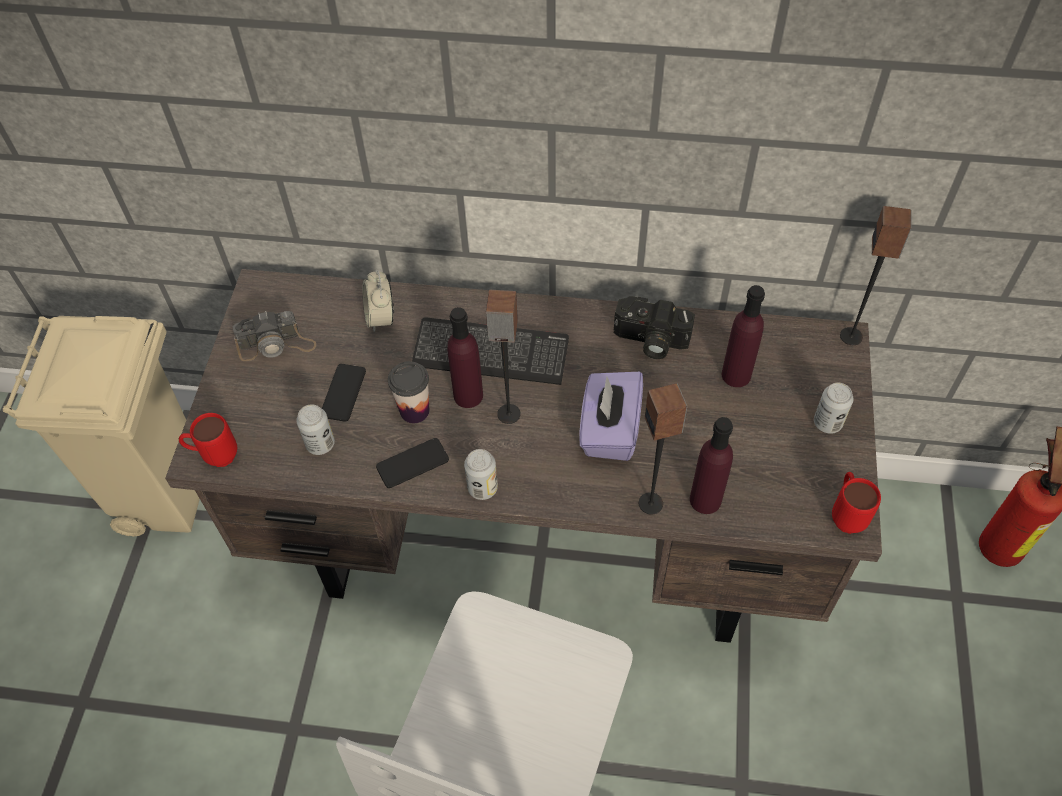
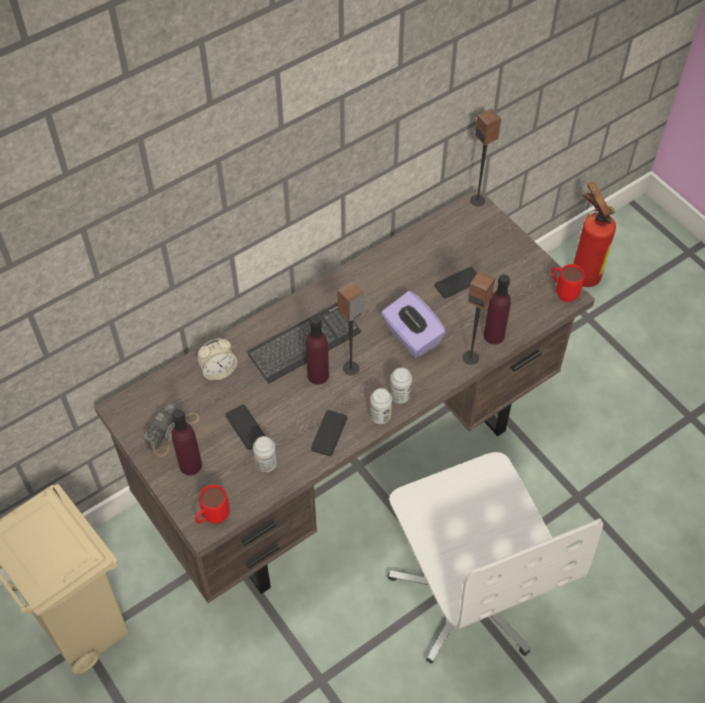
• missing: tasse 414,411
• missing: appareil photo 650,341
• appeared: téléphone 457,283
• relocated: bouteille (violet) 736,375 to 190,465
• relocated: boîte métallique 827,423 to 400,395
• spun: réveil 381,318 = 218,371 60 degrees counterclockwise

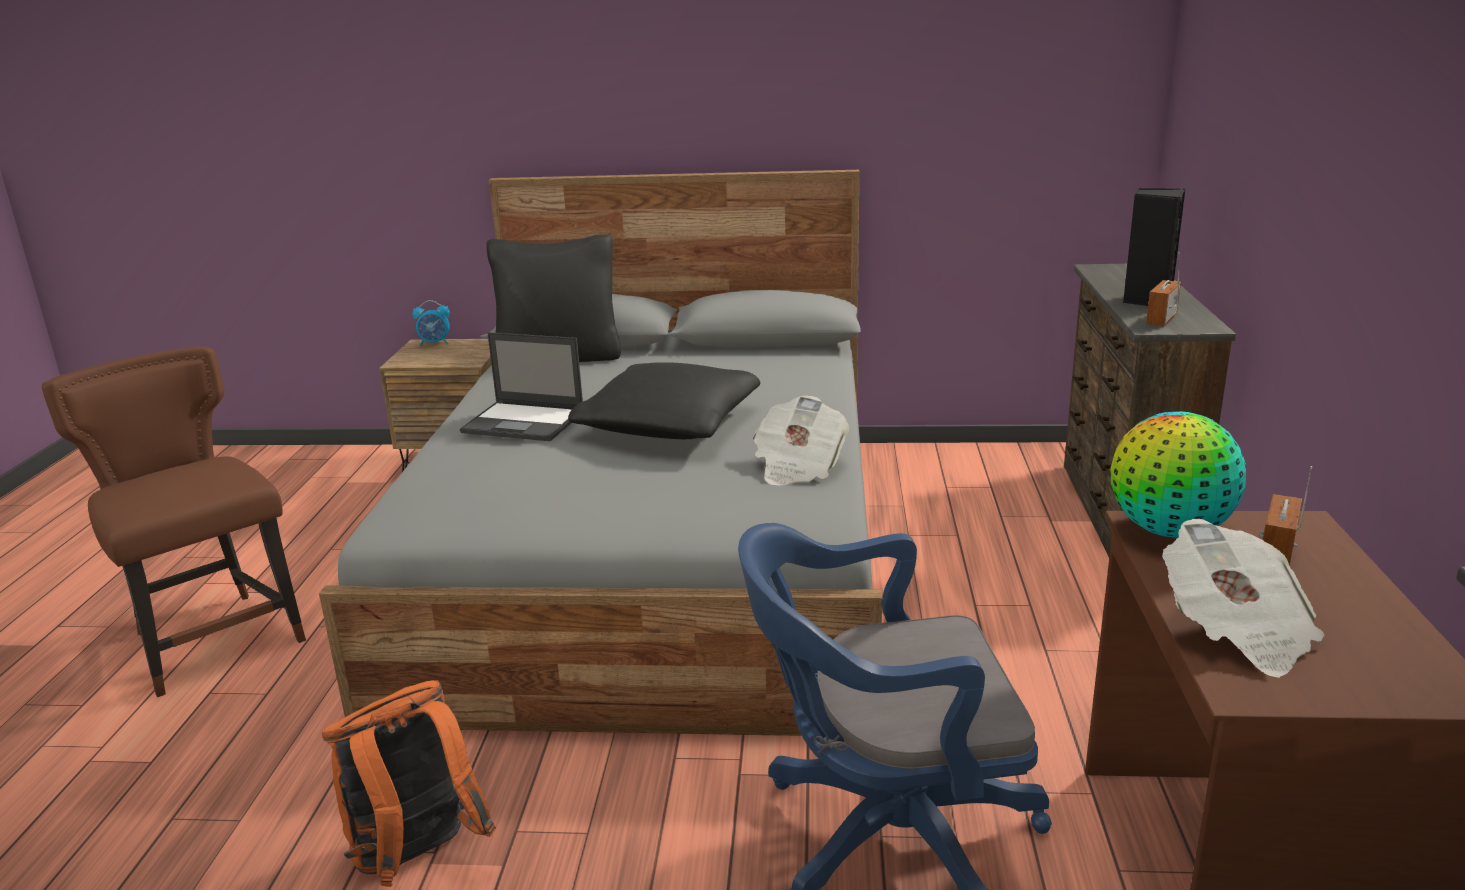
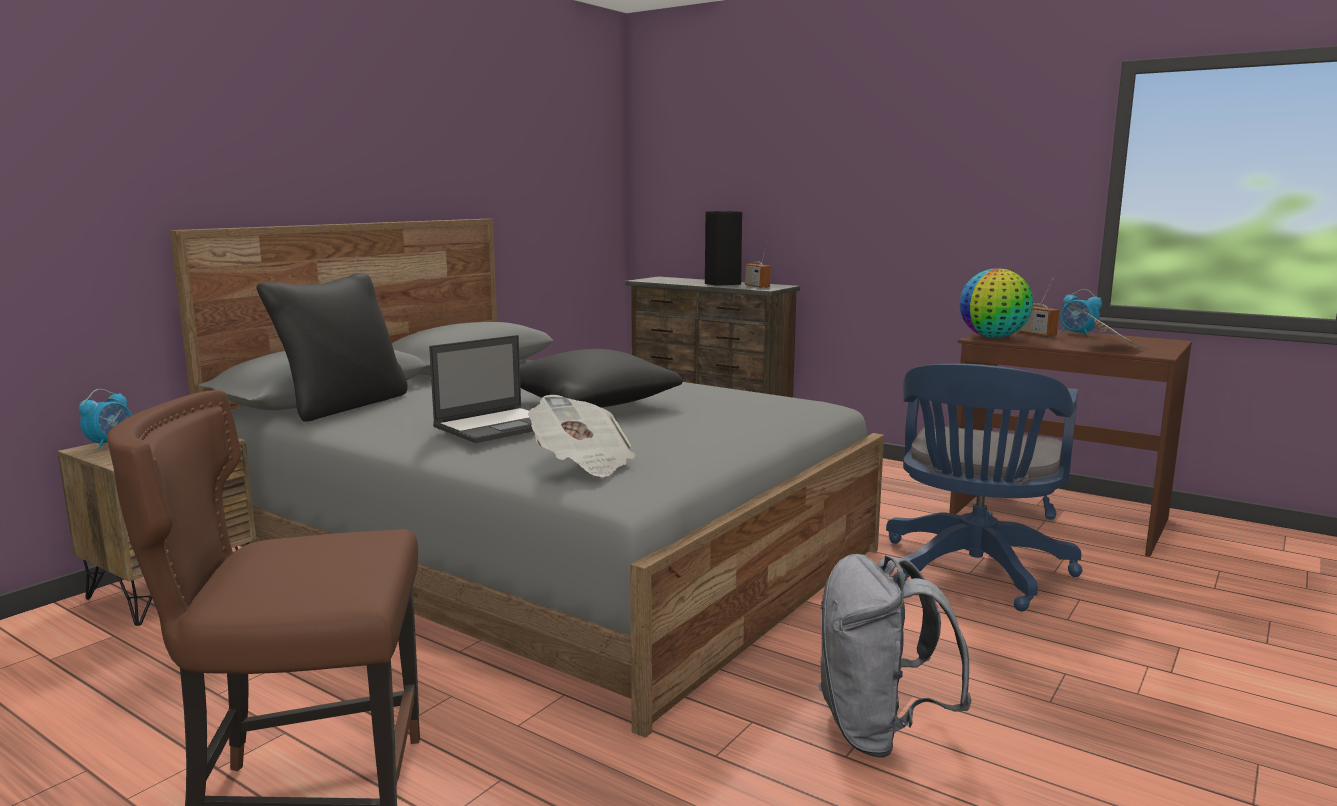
• appeared: réveil 1077,334
• relocated: journal 798,466 to 582,462
• colour: sac à dos (orange) 417,859 to sac à dos (gris) 879,731

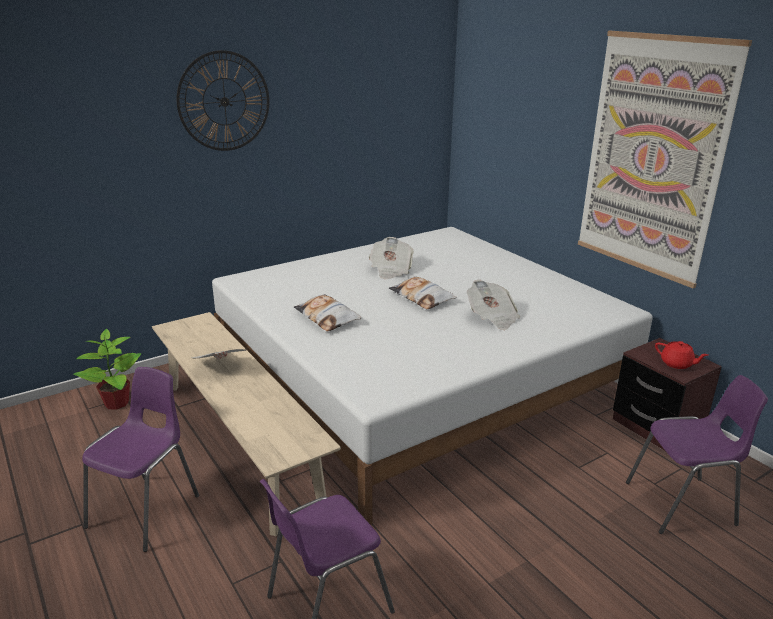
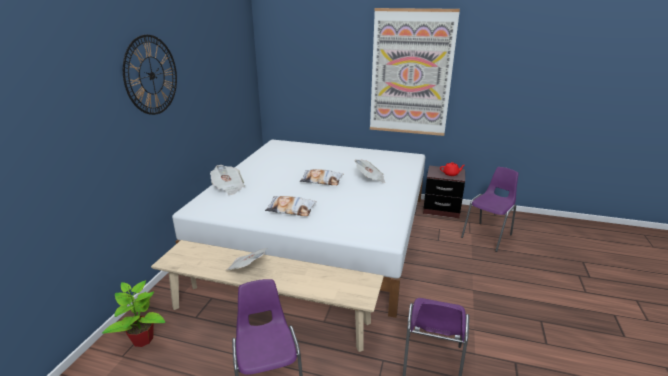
• relocated: journal 390,270 to 228,188

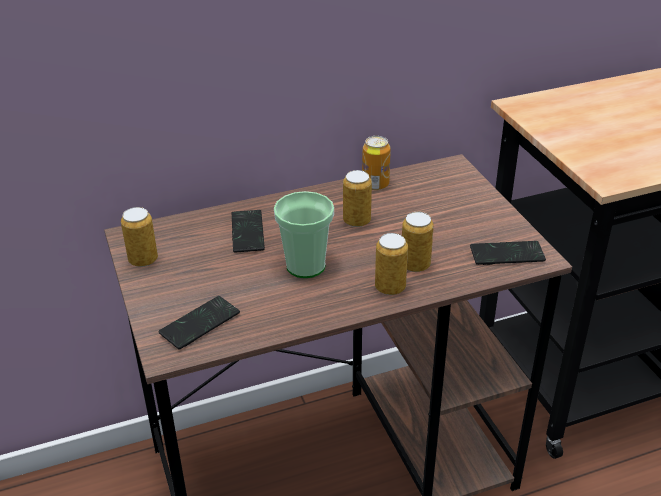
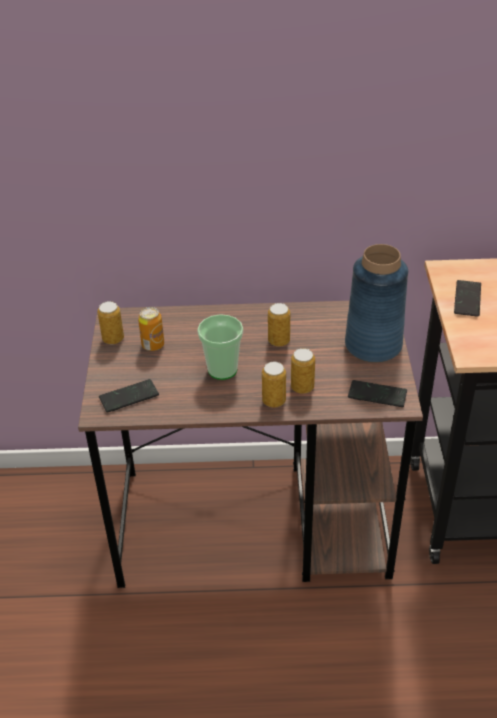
• appeared: vase (bleu) 373,345
• relocated: téléphone 247,232 to 467,299
• relocated: boîte métallique 375,184 to 153,345

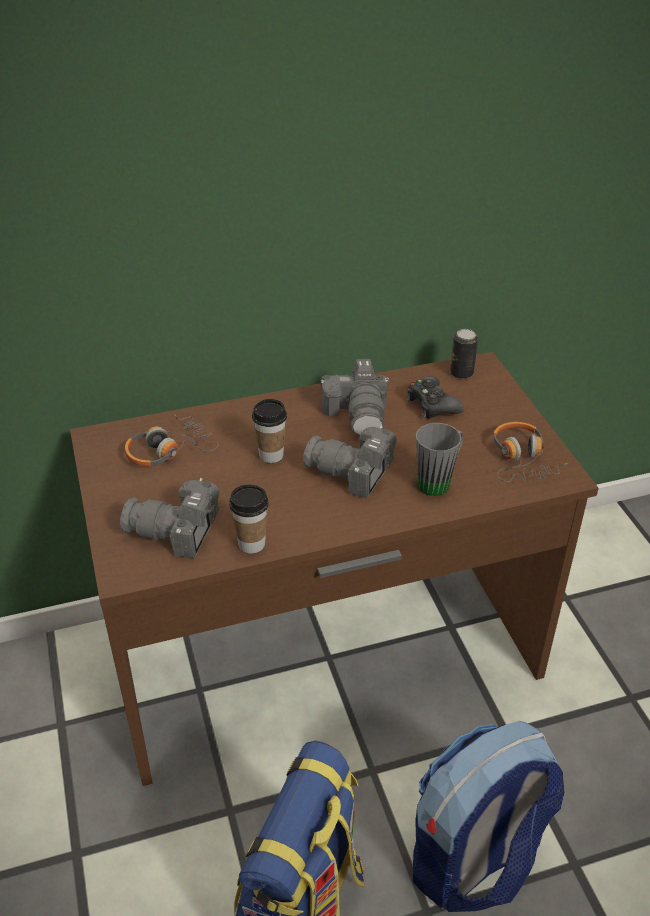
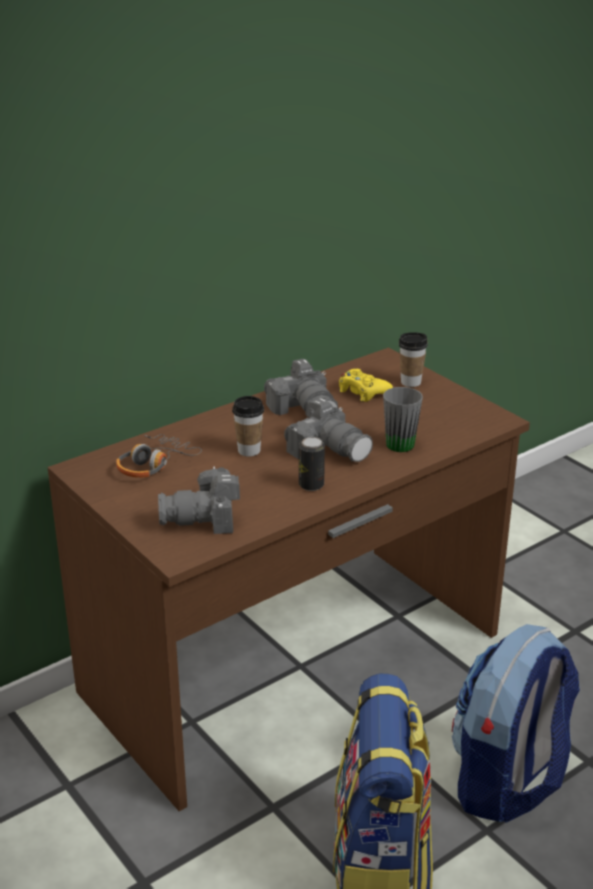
• missing: casque audio 521,460
• relocated: tasse 251,544 to 411,382
• relocated: boîte métallique 461,373 to 311,485
• colour: manette (noir) 432,404 to manette (jaune) 362,391
• spun: appareil photo 353,473 = 329,449 135 degrees counterclockwise

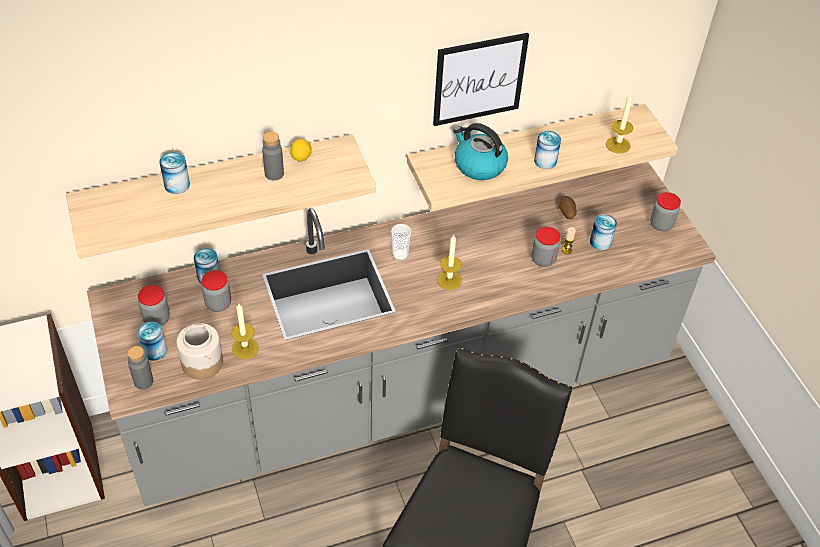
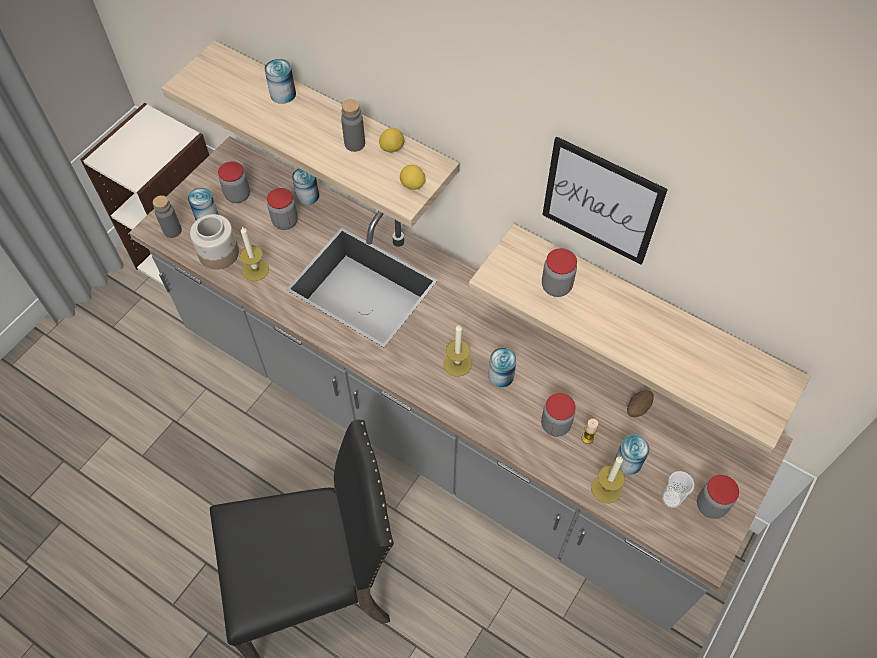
• appeared: citron 412,185
• relocated: tasse 400,255 to 671,499
• relocated: boîte métallique 545,161 to 501,375
• relocated: bougie 618,145 to 606,488
• exchanged: bouilloire 478,165 to bocal 556,286

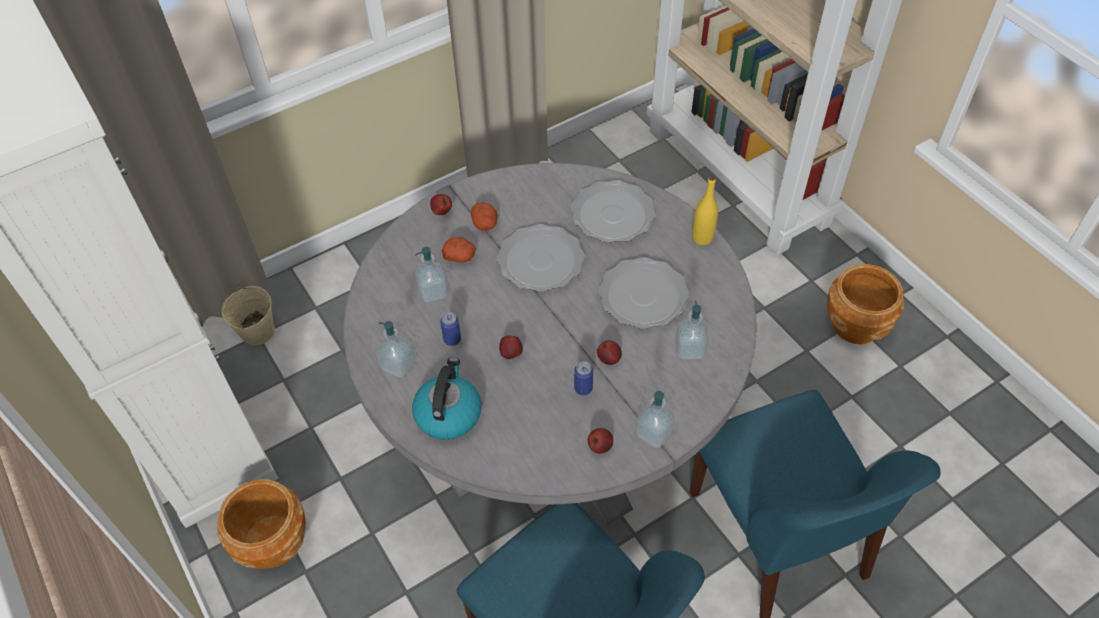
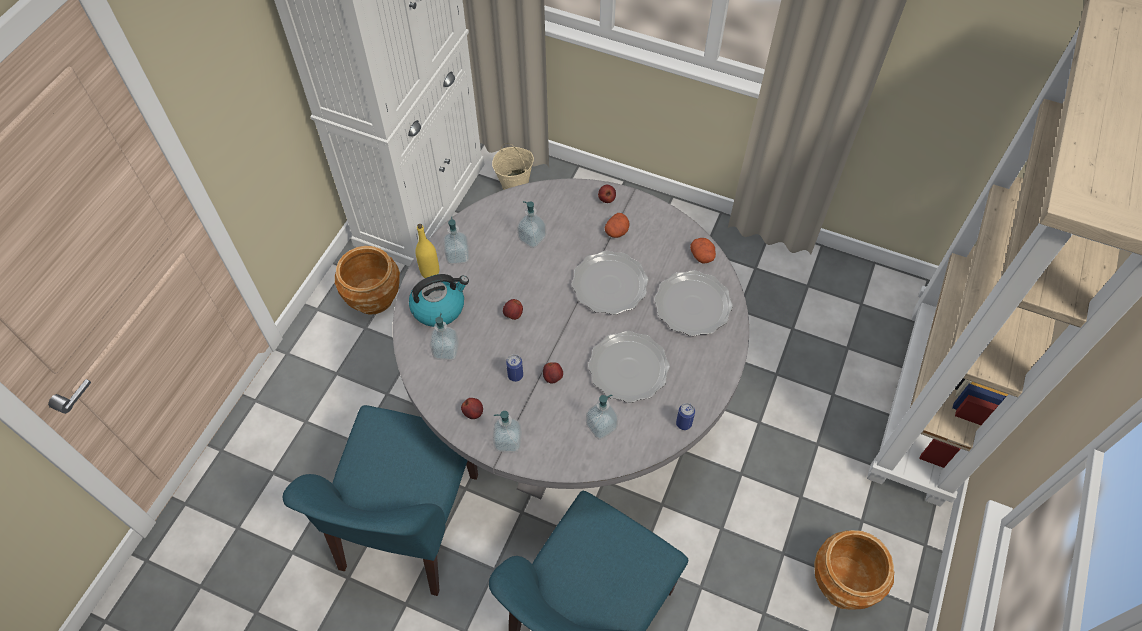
• appeared: distributeur de savon 446,350
• relocated: boîte métallique 452,339 to 683,423
• relocated: pomme de terre 460,256 to 702,256
• relocated: bouteille (jaune) 702,238 to 430,272

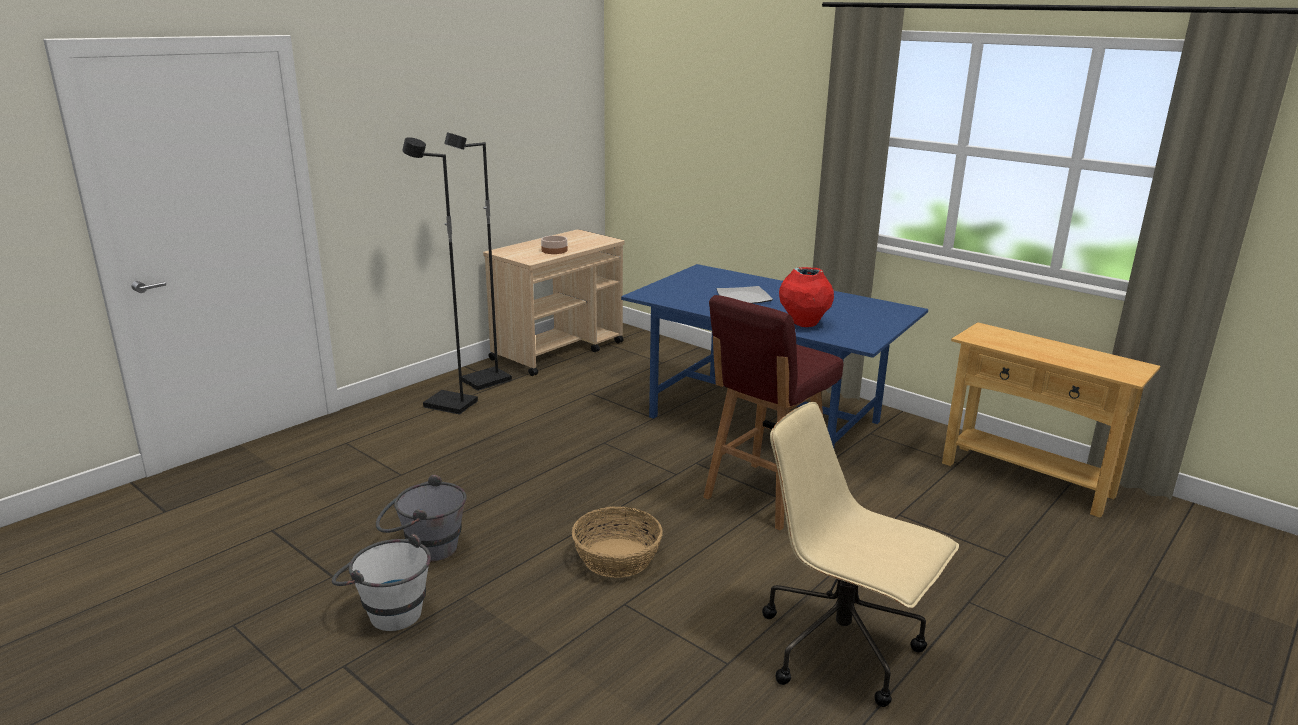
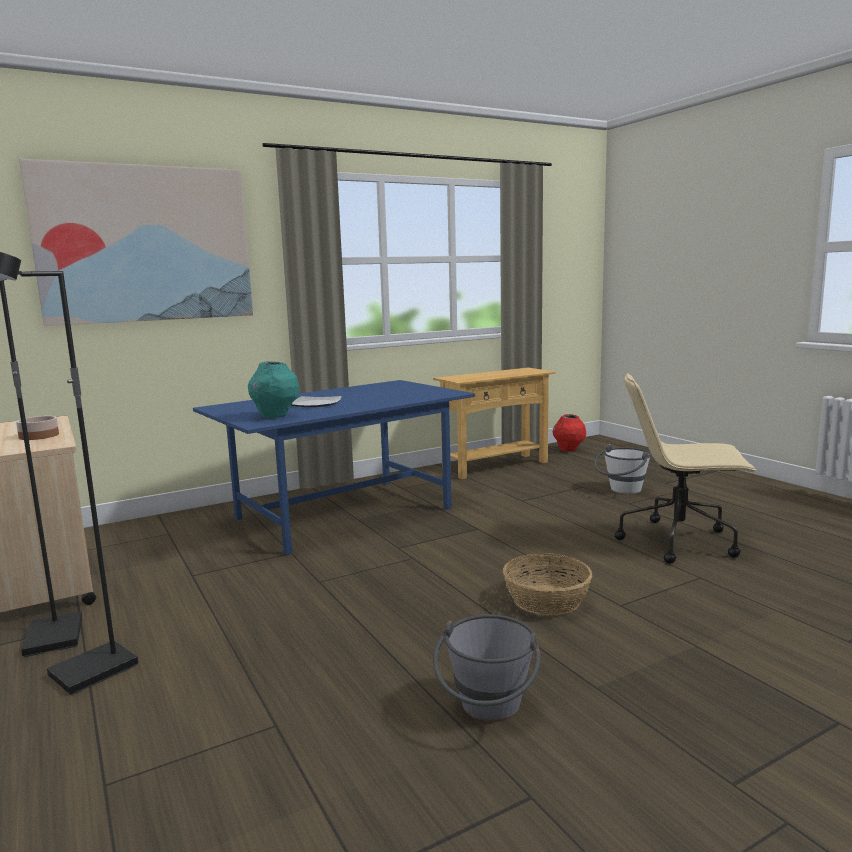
• missing: tabouret (rouge) 763,496
• appeared: tableau 146,244
• appeared: vase (turquoise) 275,416
• relocated: seau (blanc) 387,611 to 622,490
• relocated: vase (rouge) 804,324 to 568,450
• spun: chaise de bureau (beige) 842,649 = 680,541 45 degrees clockwise

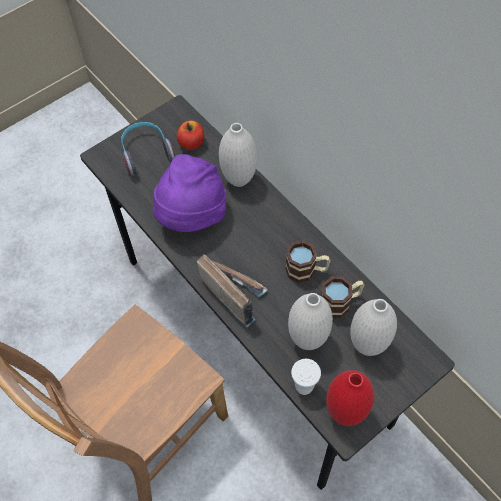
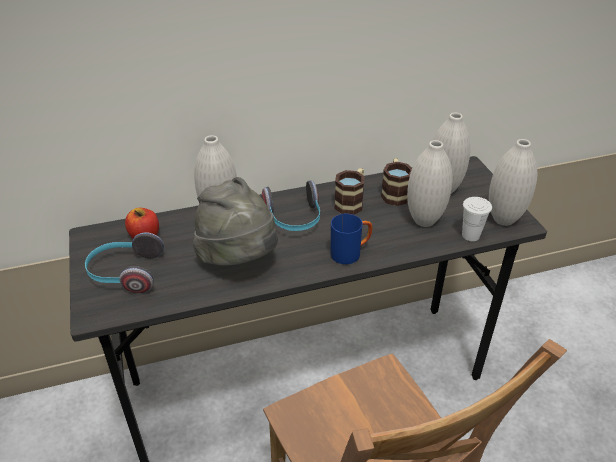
• appeared: casque audio 294,219
• exchanged: radio 233,292 to mug (bleu) 350,253
• colour: chapeau (violet) 192,216 to chapeau (gris) 239,259
• colour: vase (rouge) 345,413 to vase (blanc) 503,219

